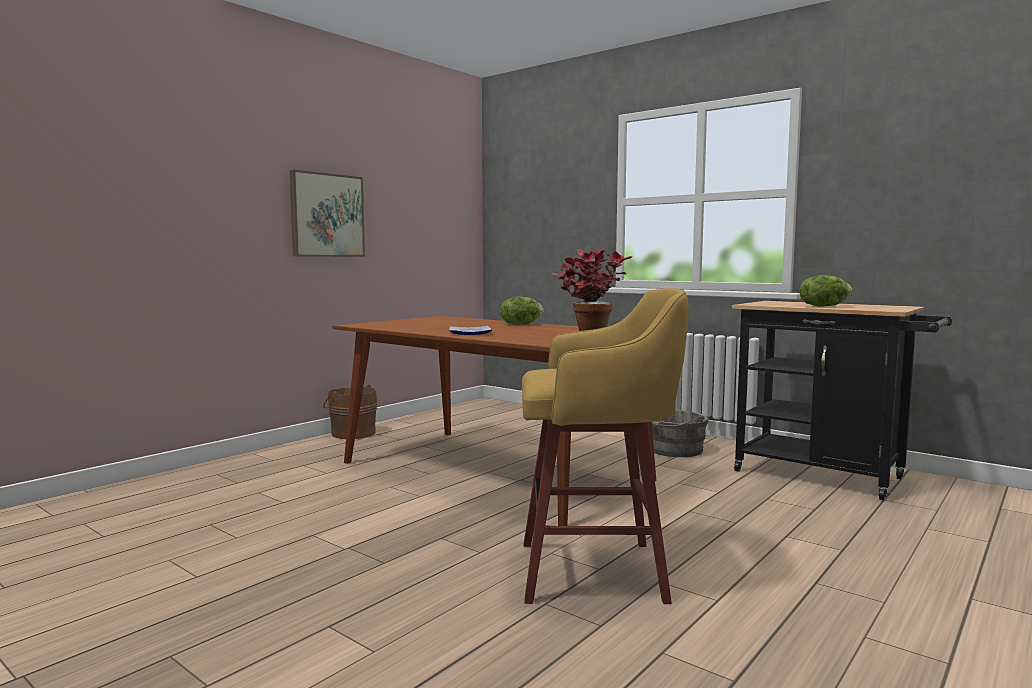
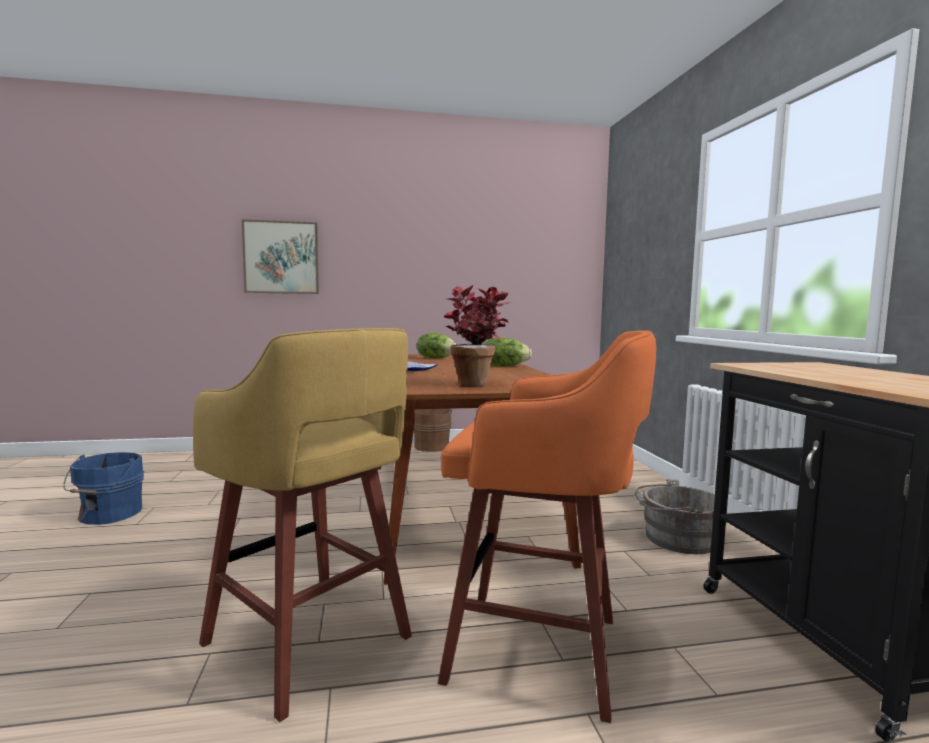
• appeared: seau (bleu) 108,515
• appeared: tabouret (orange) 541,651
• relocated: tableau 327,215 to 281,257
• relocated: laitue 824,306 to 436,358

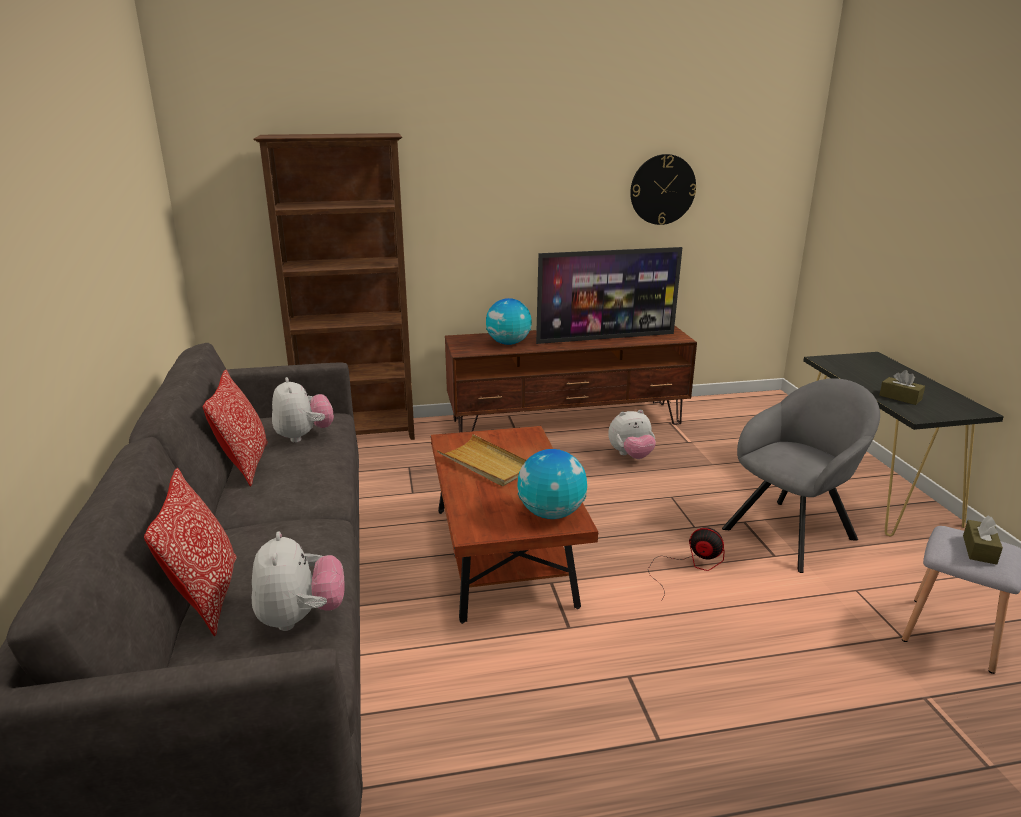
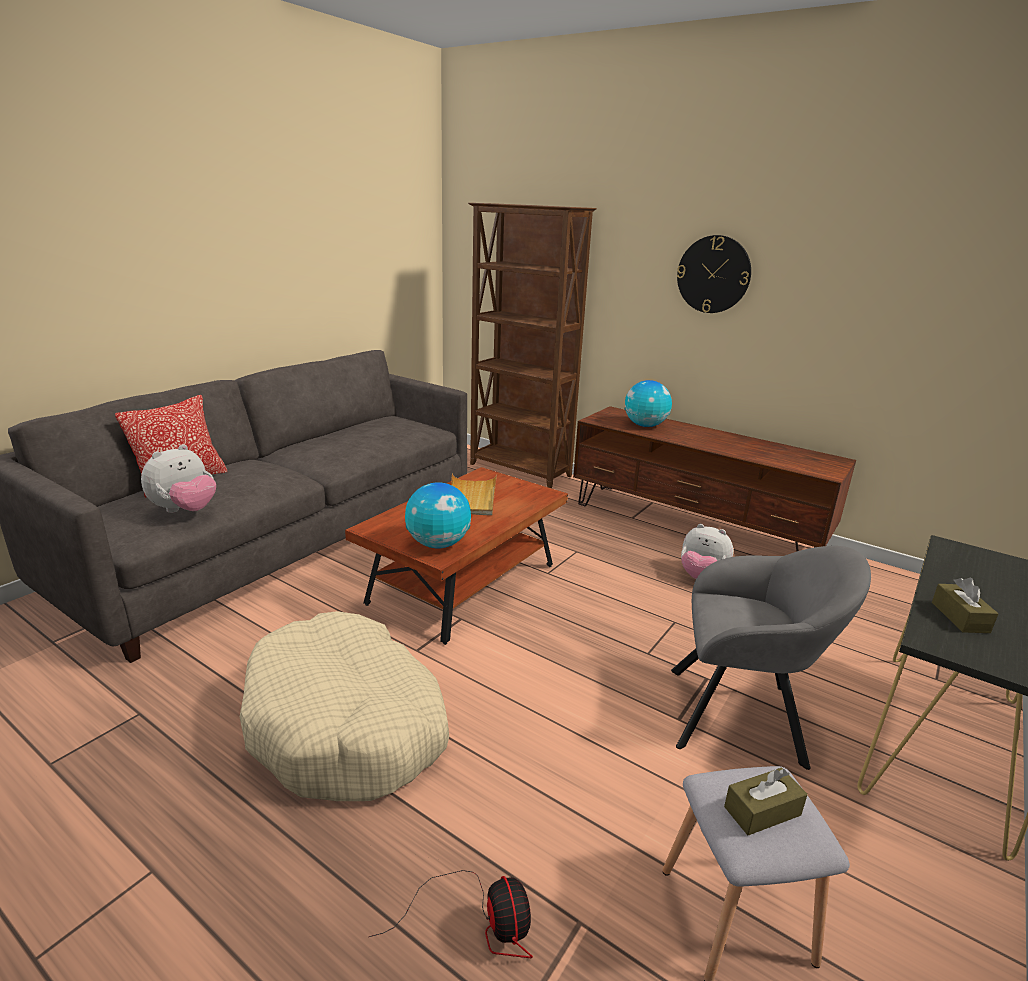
• missing: coussin 245,464
• missing: peluche 304,436
• missing: téléviseur 605,338
• appeared: panier pour chien (beige) 347,725
• relocated: horloge murale 662,189 to 713,274
• relocated: ventilateur 688,566 to 480,922

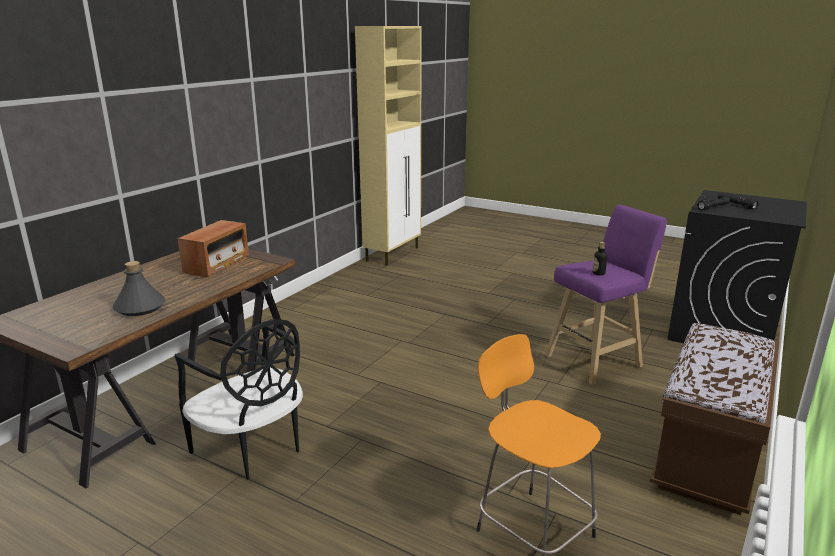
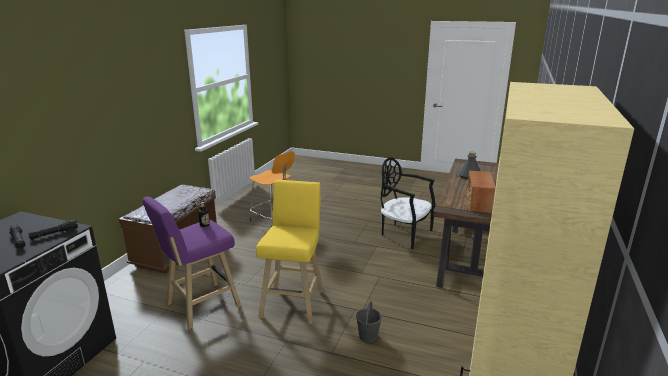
• appeared: tabouret (jaune) 293,302
• appeared: seau (gris) 368,336

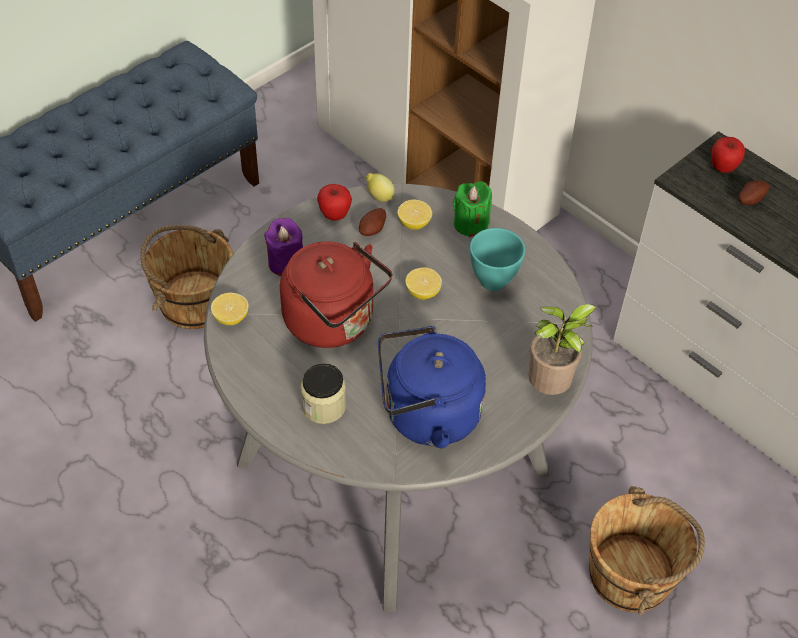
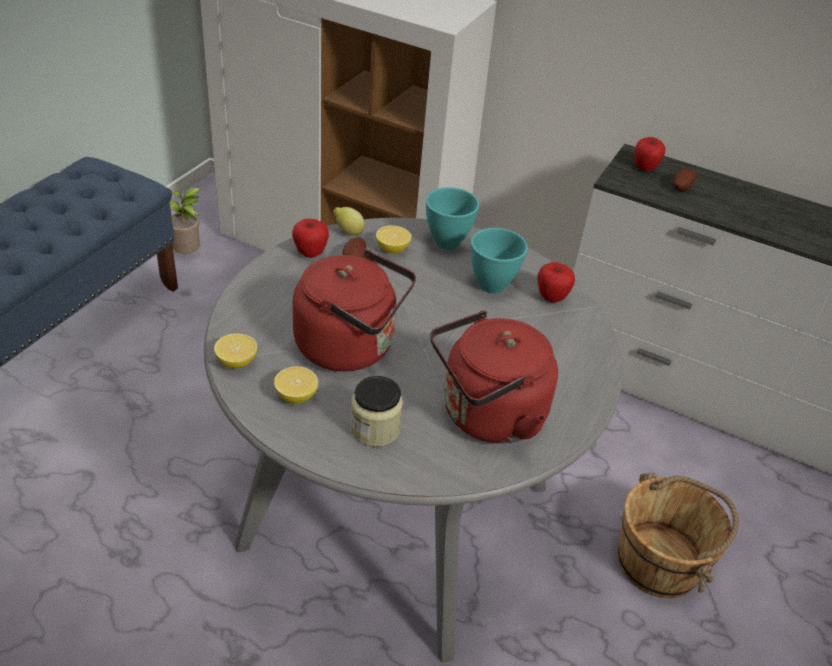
• missing: seau (marron) 194,301
• missing: bougie (violet) 286,263
• appeared: pomme 551,298
• relocated: citron 423,292 to 296,396
• relocated: plante en pot 551,387 to 188,254
• exchanged: bougie (vert) 470,224 to bol (turquoise) 447,242
• colour: bouilloire (bleu) 426,416 to bouilloire (rouge) 487,416

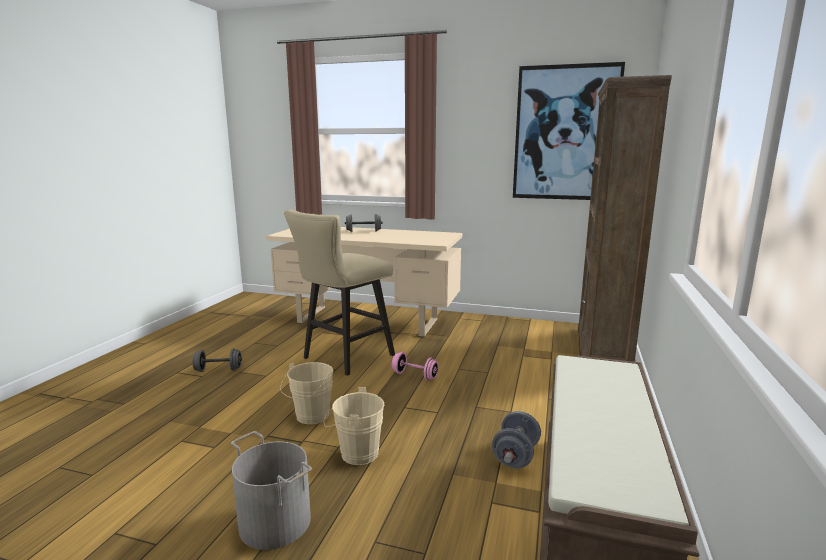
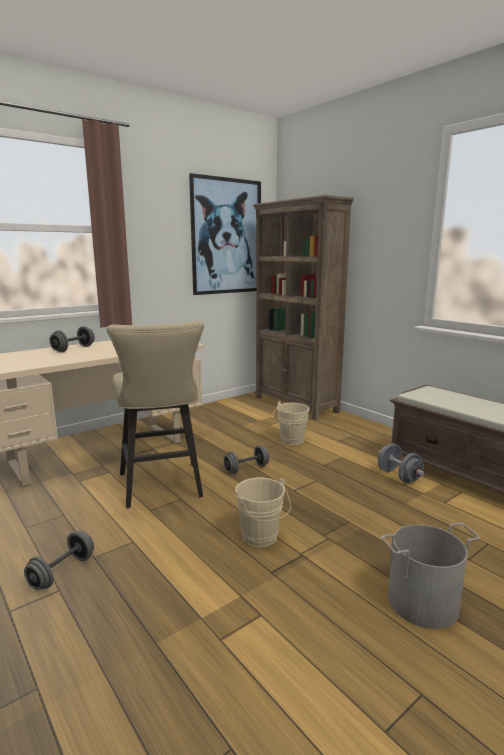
• relocated: seau (beige) 355,453 to 290,441
• colour: haltère (rose) 415,376 to haltère (gris) 246,469

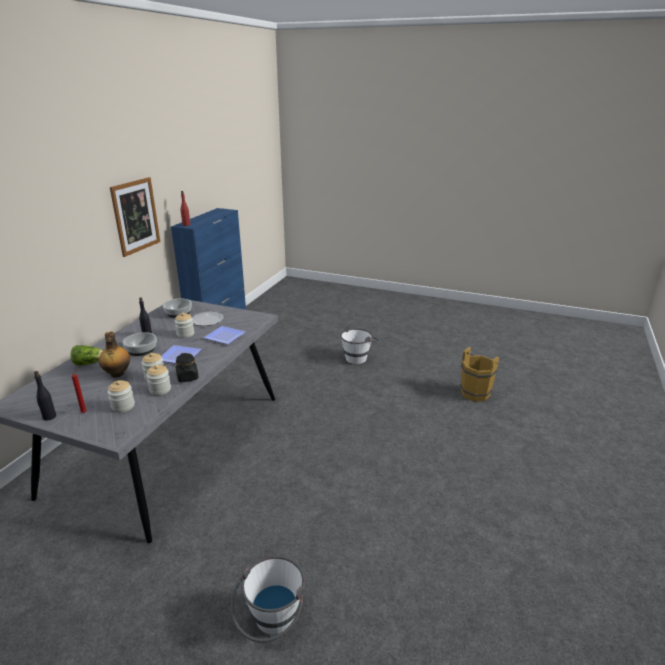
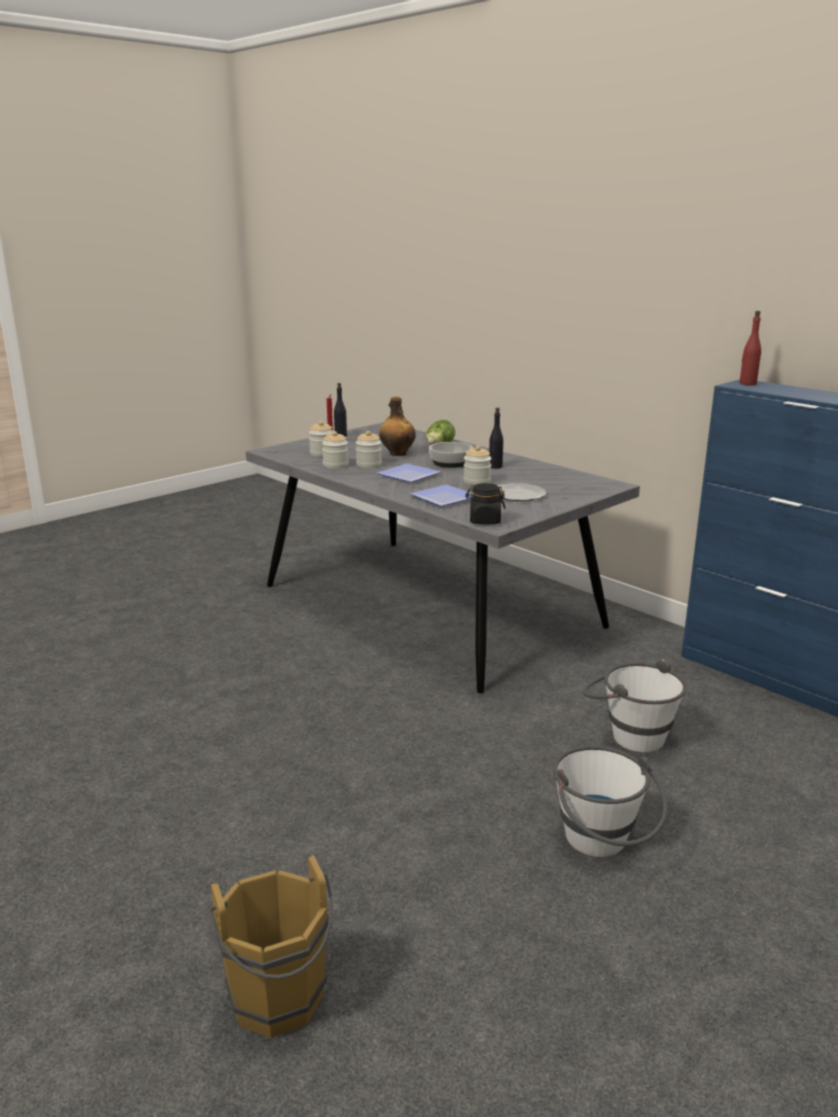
• missing: tableau 135,216
• missing: bol 178,313
• relocated: bocal (noir) 187,377 to 484,521
• relocated: seau (blanc) 271,624 to 628,733

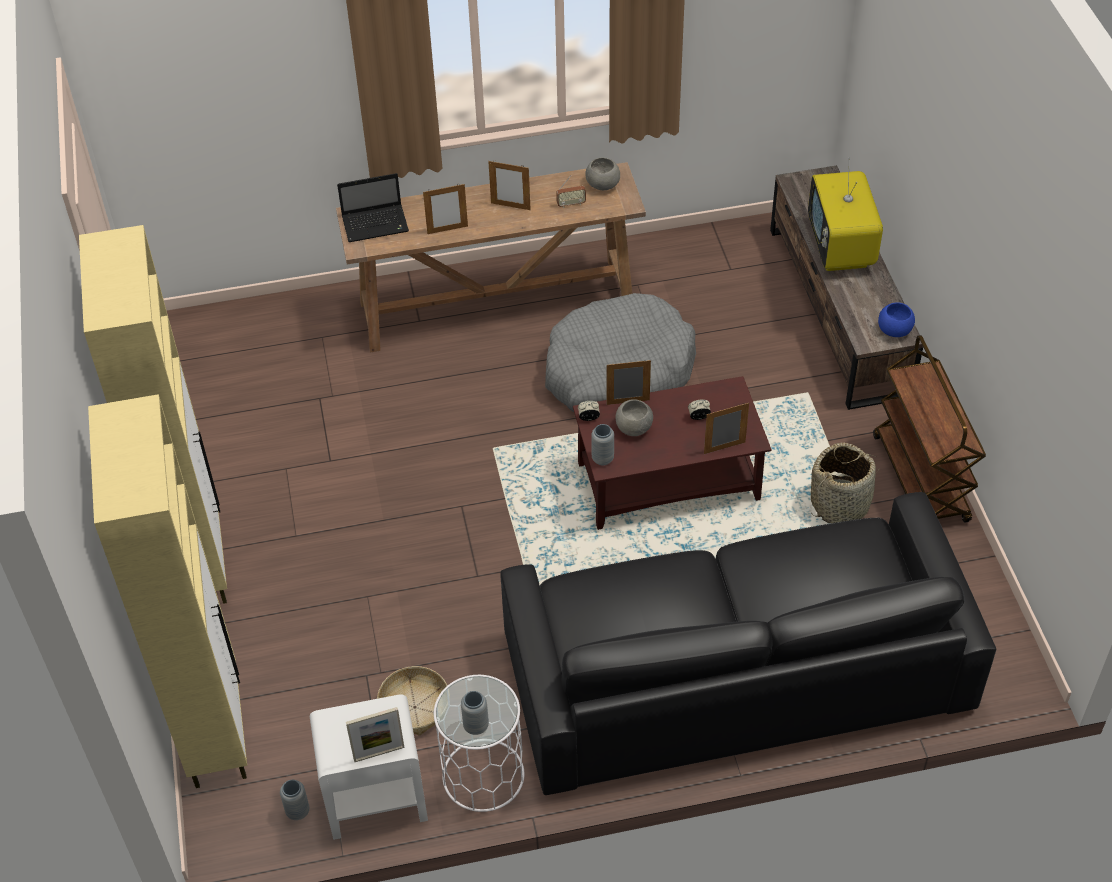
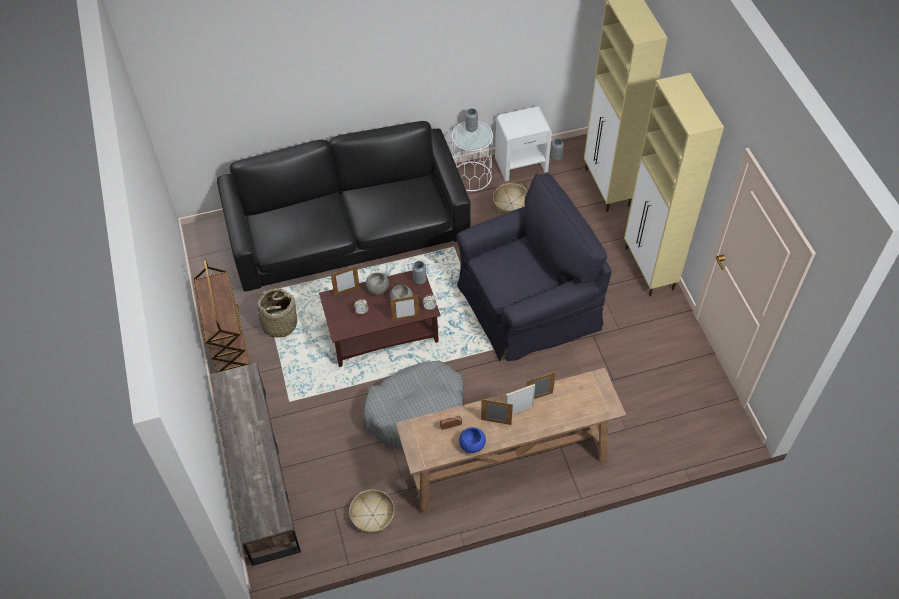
• missing: ordinateur portable 376,224
• missing: téléviseur 841,248
• appeared: panier 372,515
• appeared: fauteuil (noir) 526,304
• relocated: cadre photo 379,753 to 518,411
• relocated: bol (gris) 602,185 to 377,288
• relocated: bol (bleu) 894,330 to 472,445

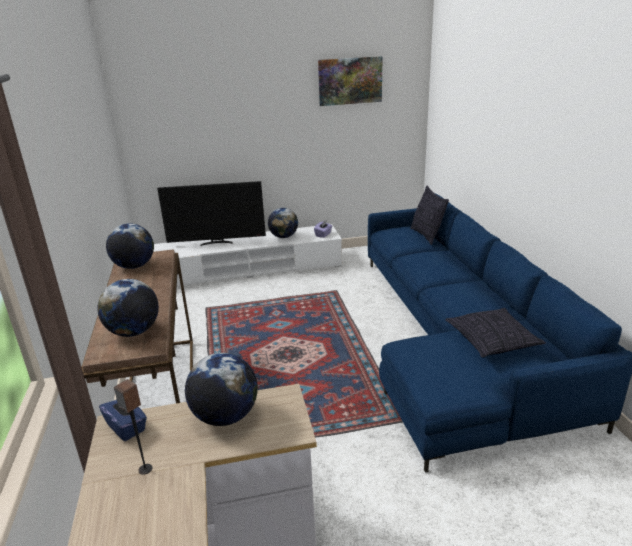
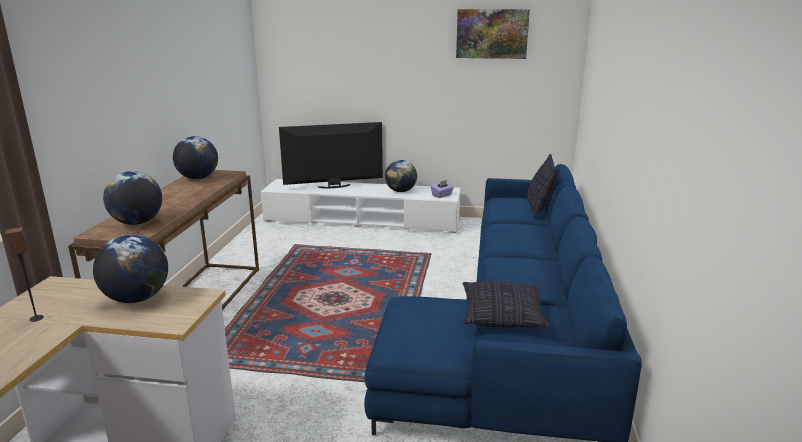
• missing: boîte à mouchoirs (bleu) 126,427
• spun: téléviseur 217,243 = 334,186 150 degrees clockwise

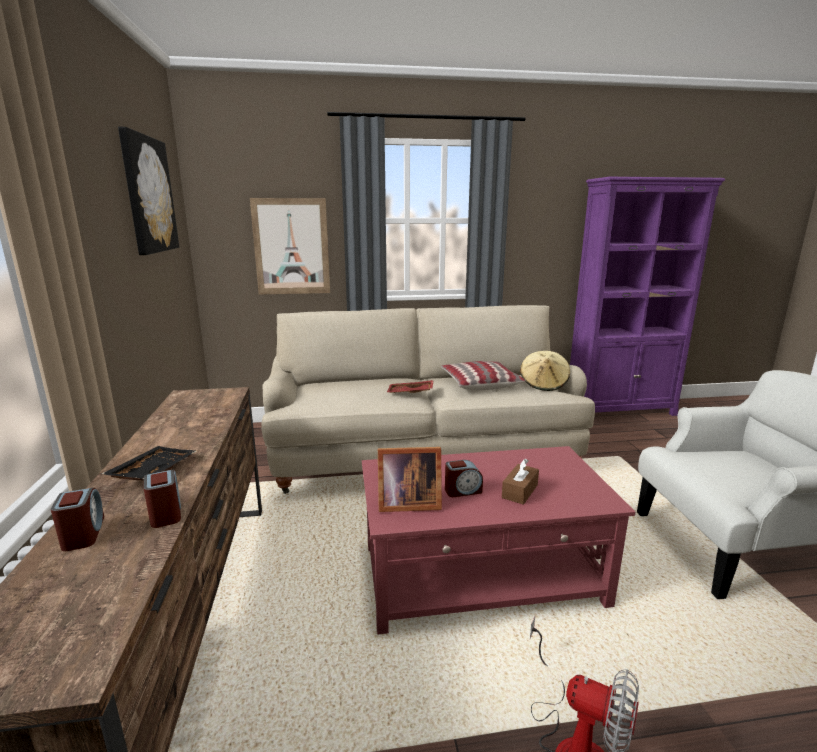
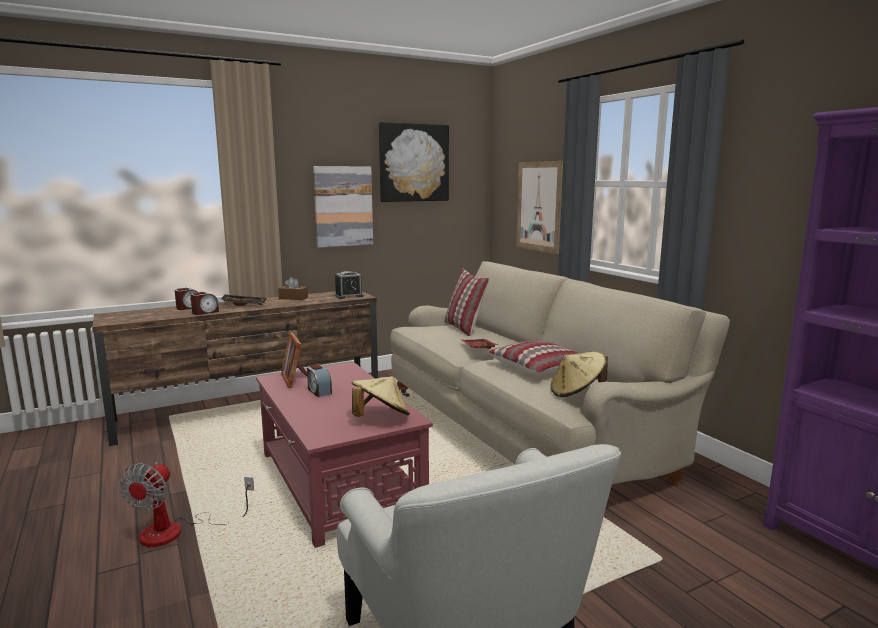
• appeared: tableau 343,206
• appeared: réveil 348,296
• appeared: chapeau (beige) 380,418
• appeared: coussin 463,328
• relocated: boîte à mouchoirs (marron) 520,491 to 293,298

